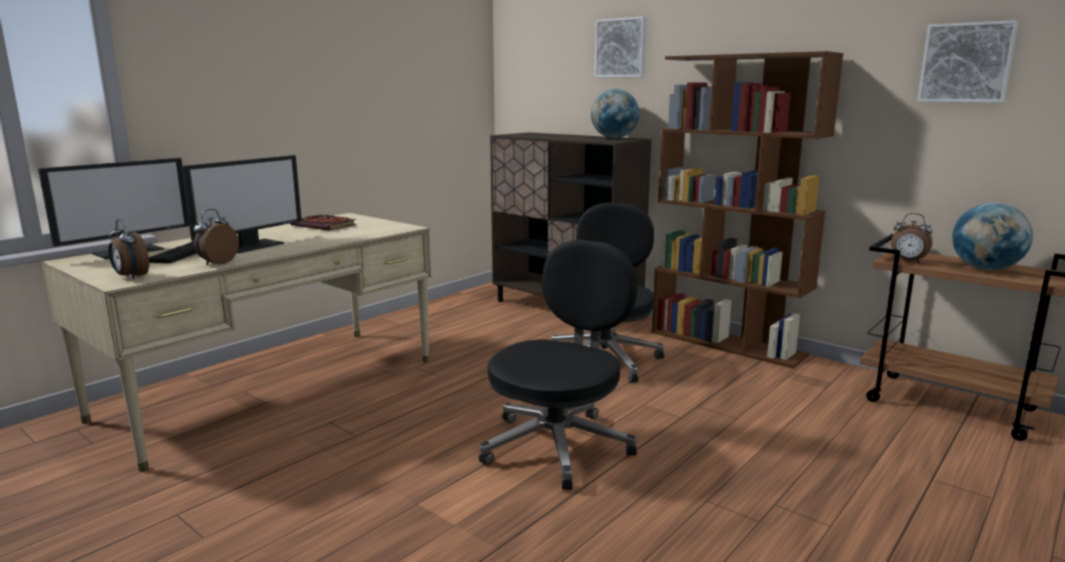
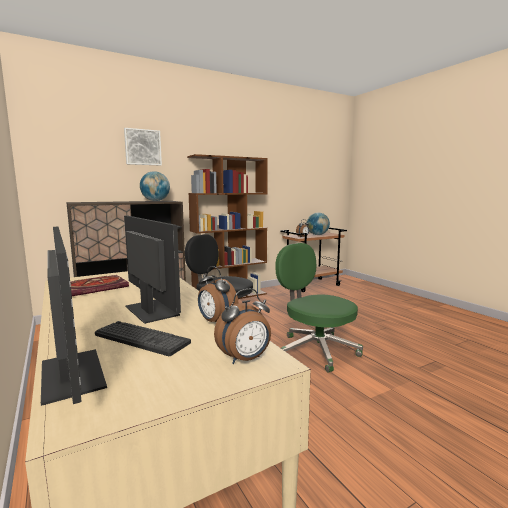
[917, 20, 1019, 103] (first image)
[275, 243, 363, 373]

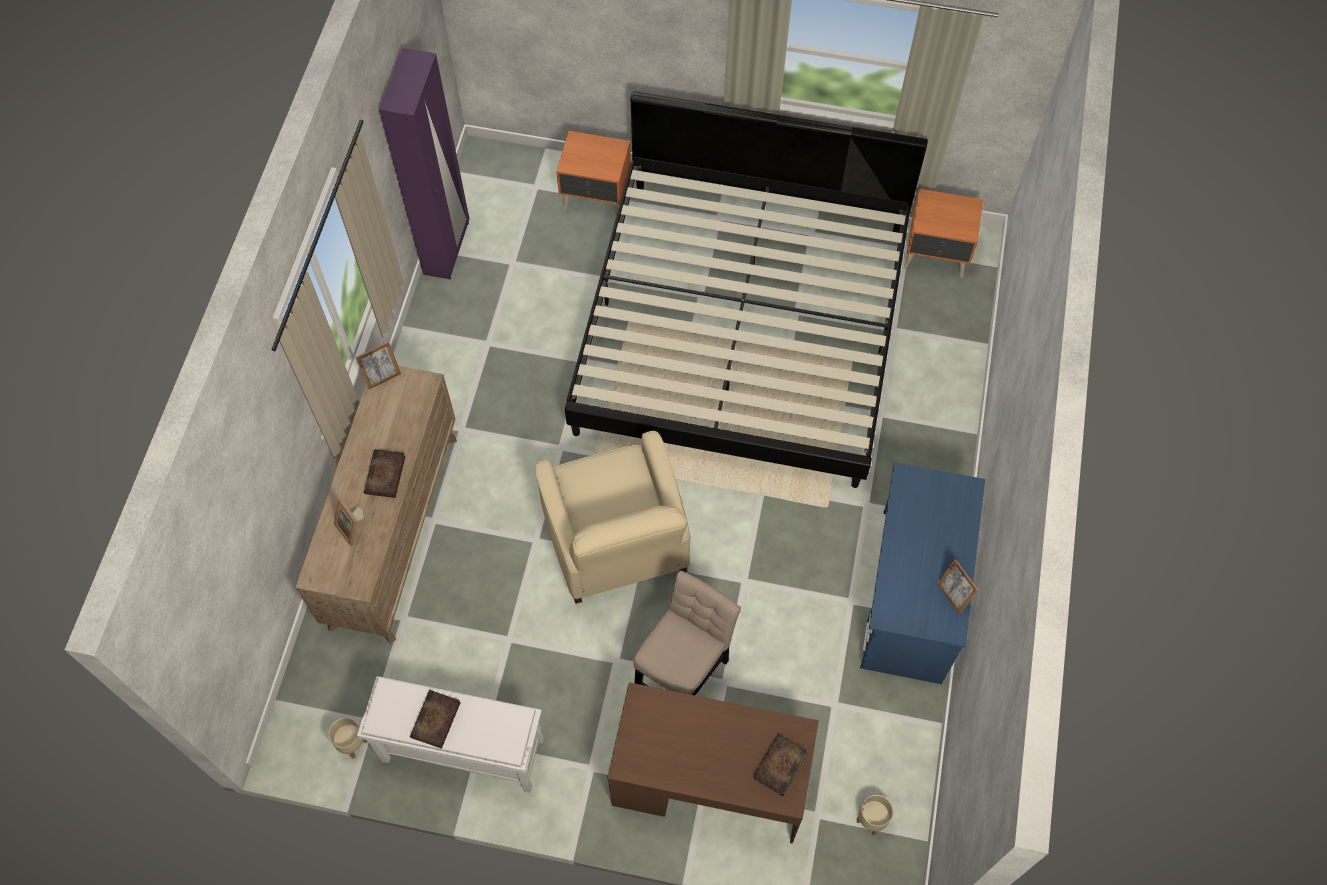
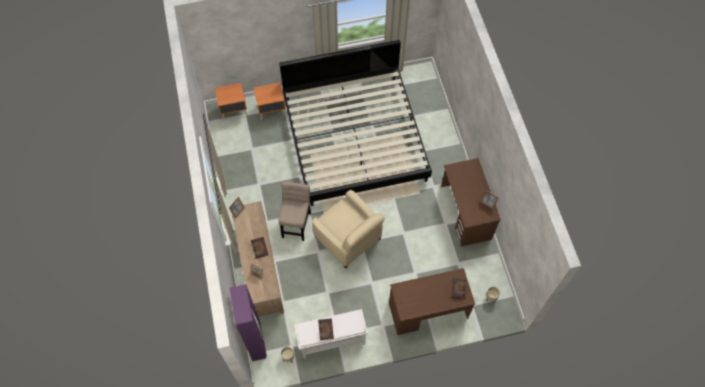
[230, 284, 267, 361]
[215, 83, 247, 120]
[441, 158, 501, 246]
[278, 182, 311, 241]

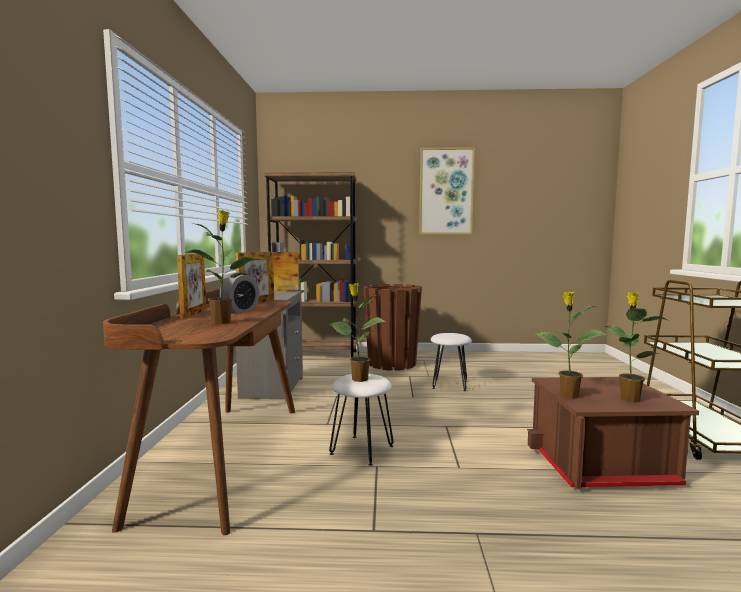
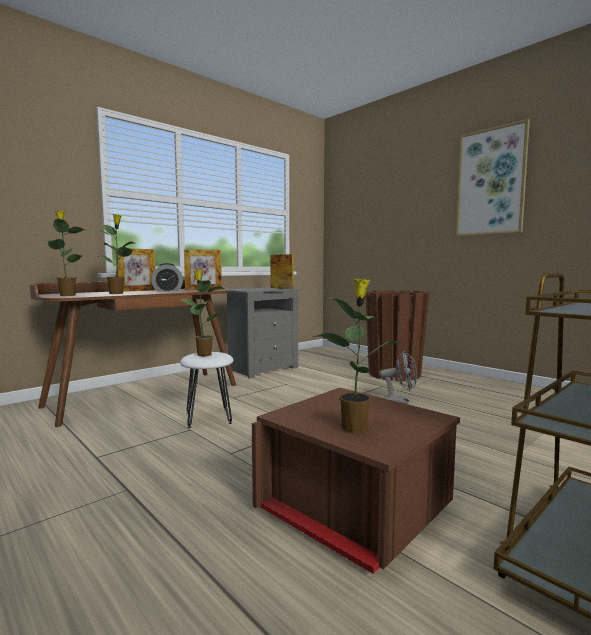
[264, 172, 357, 358] (first image)
[43, 210, 85, 296]
[379, 351, 417, 404]

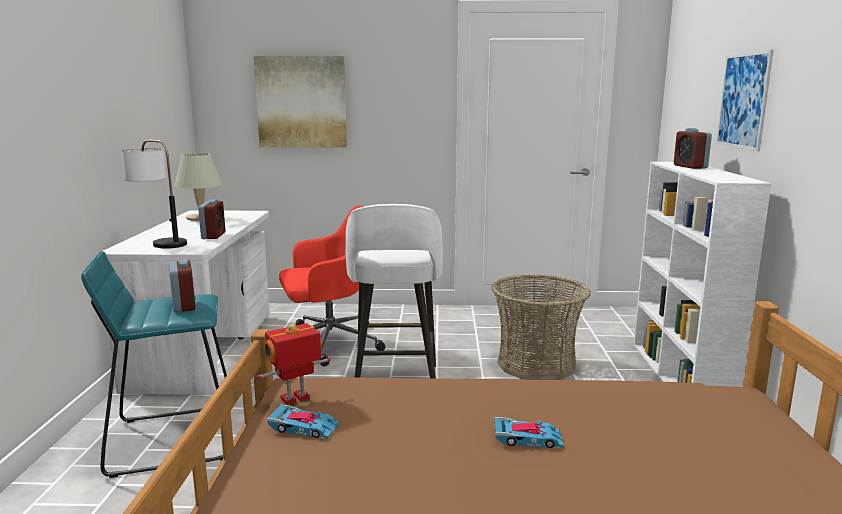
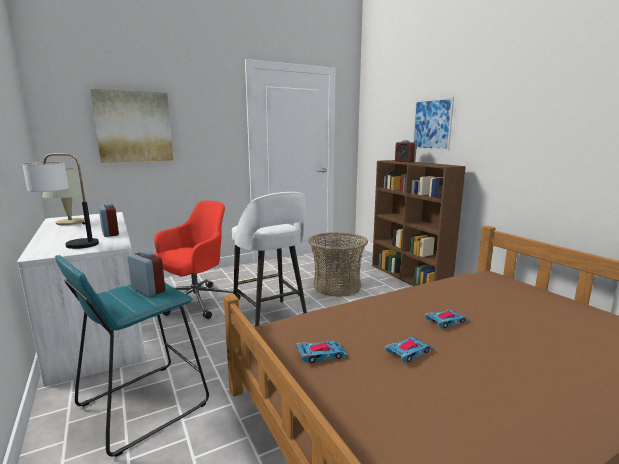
[372, 160, 466, 286]
[257, 323, 330, 405] (first image)
[385, 337, 433, 363]

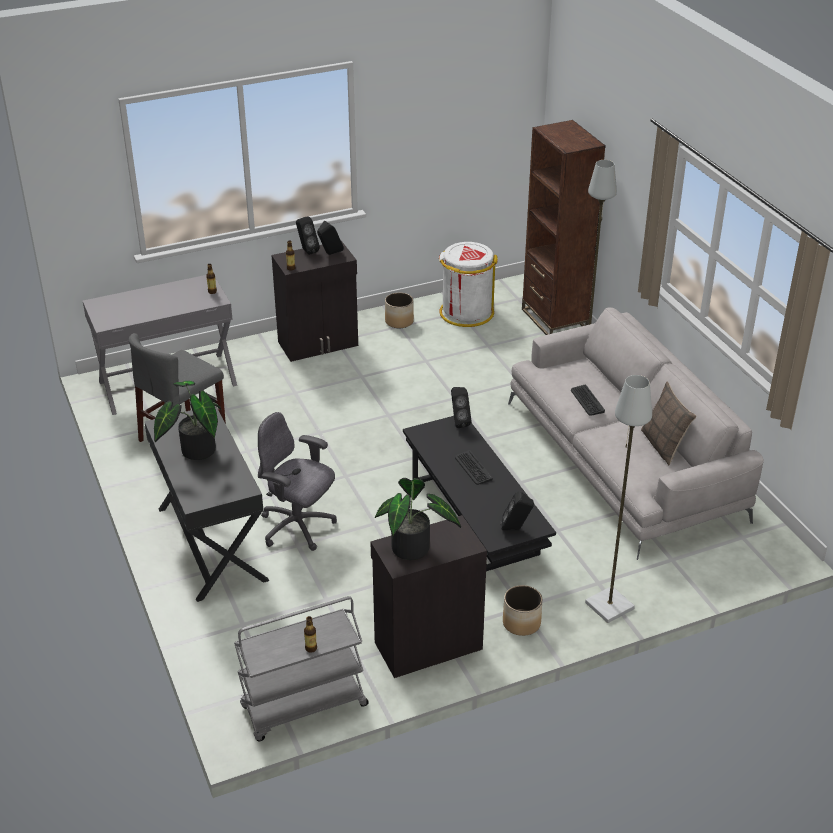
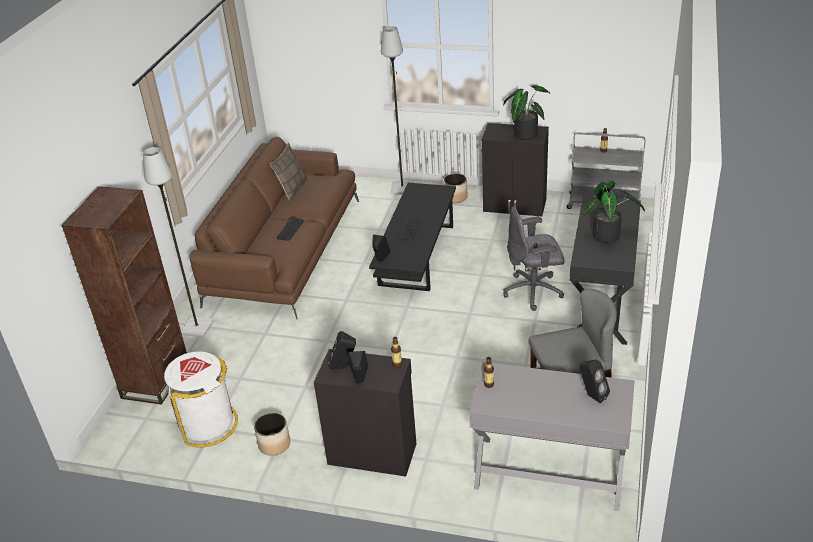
[189, 137, 359, 319]
[503, 206, 565, 311]
[579, 359, 610, 404]

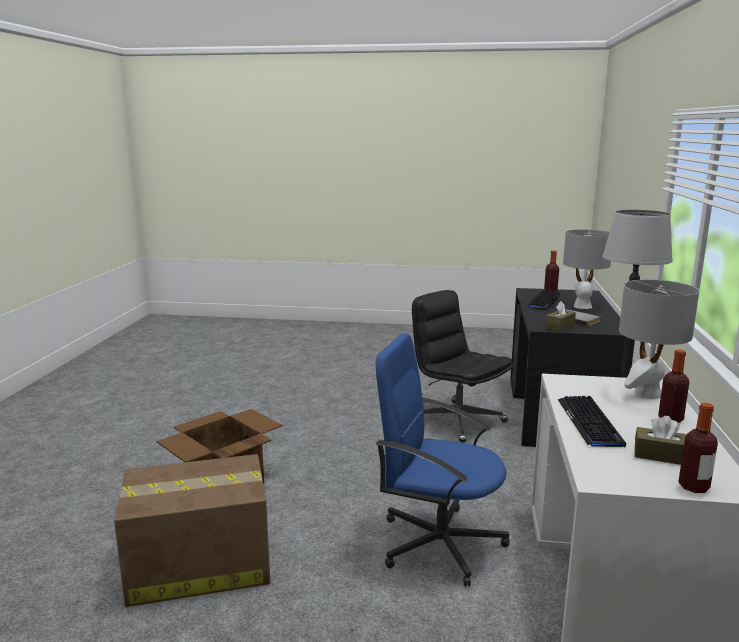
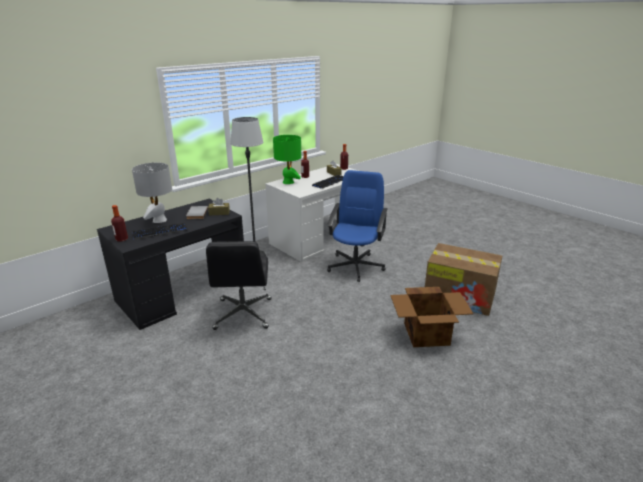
[273, 135, 301, 184]
[327, 170, 388, 282]

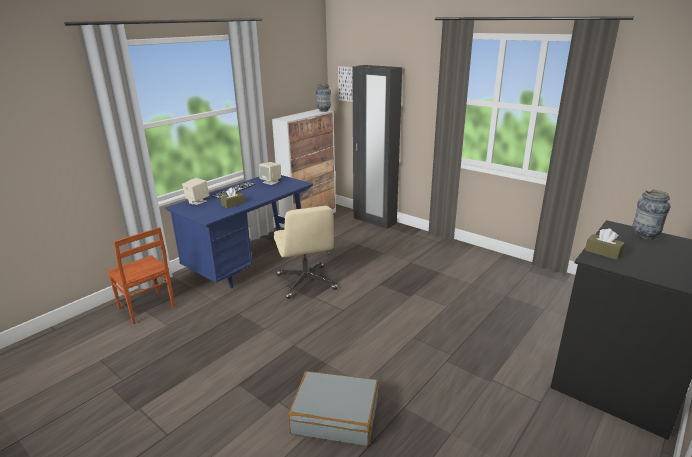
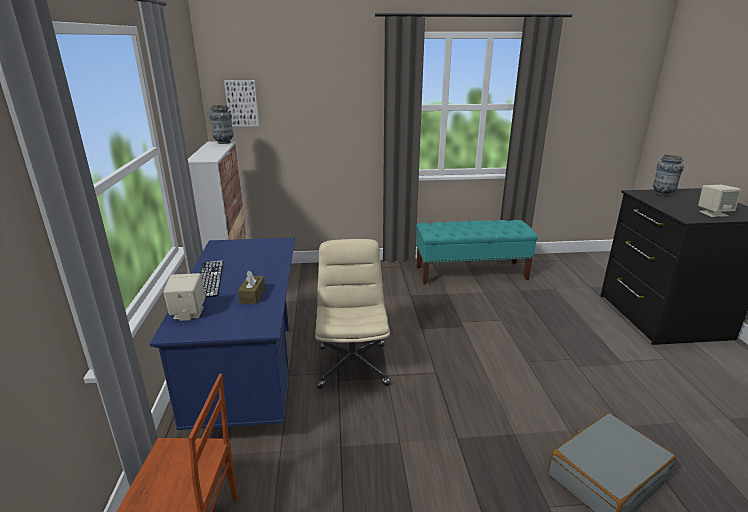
[352, 65, 402, 229] (first image)
[698, 185, 741, 217]
[315, 239, 390, 389]
[585, 228, 625, 260] (first image)
[416, 220, 538, 285]

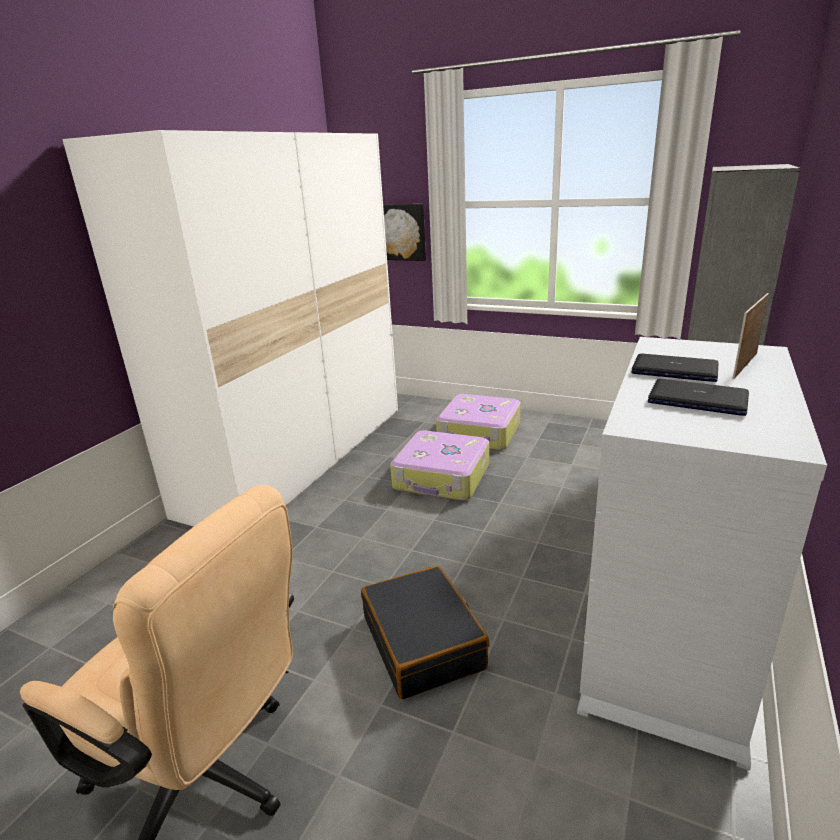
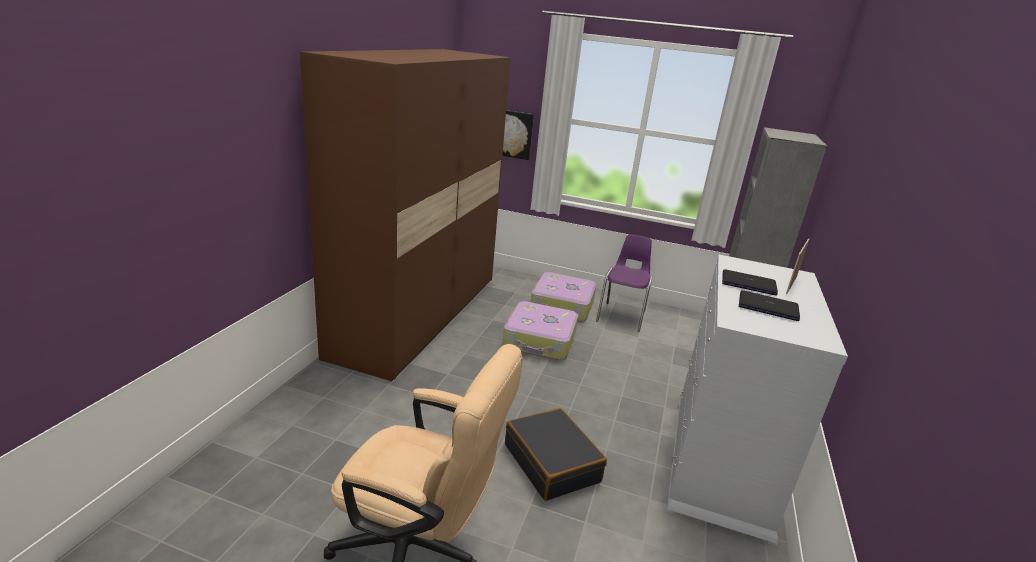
[300, 49, 511, 381]
[596, 235, 652, 332]

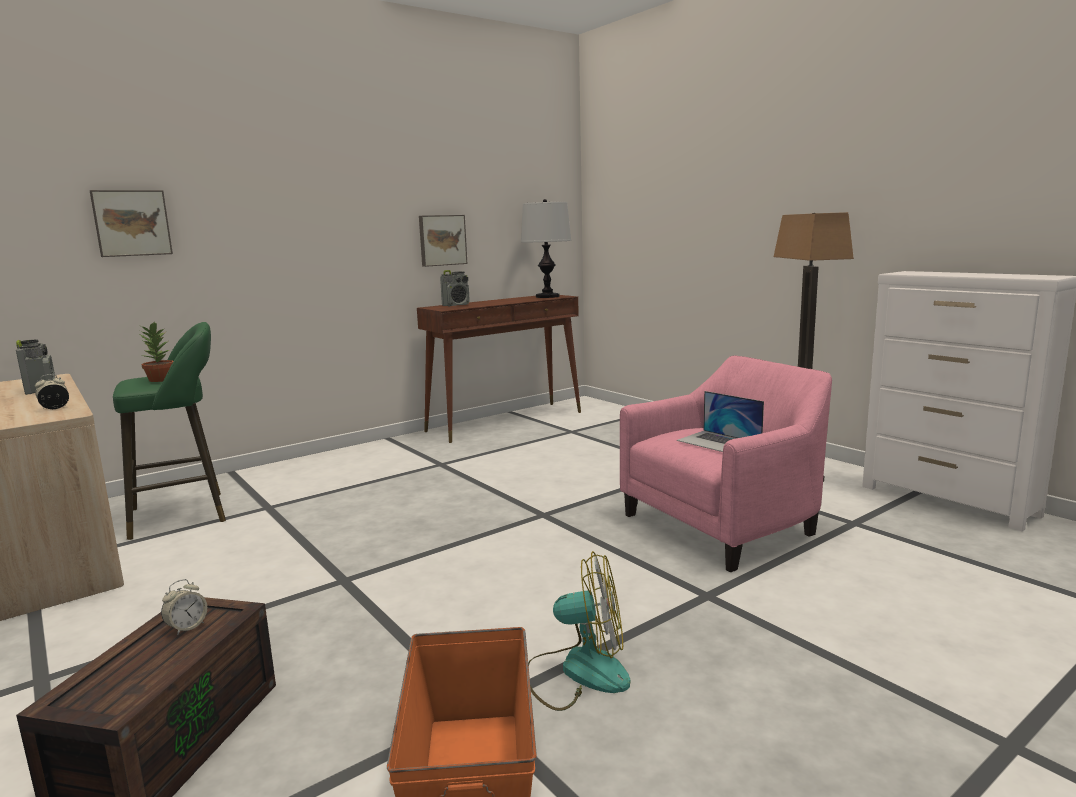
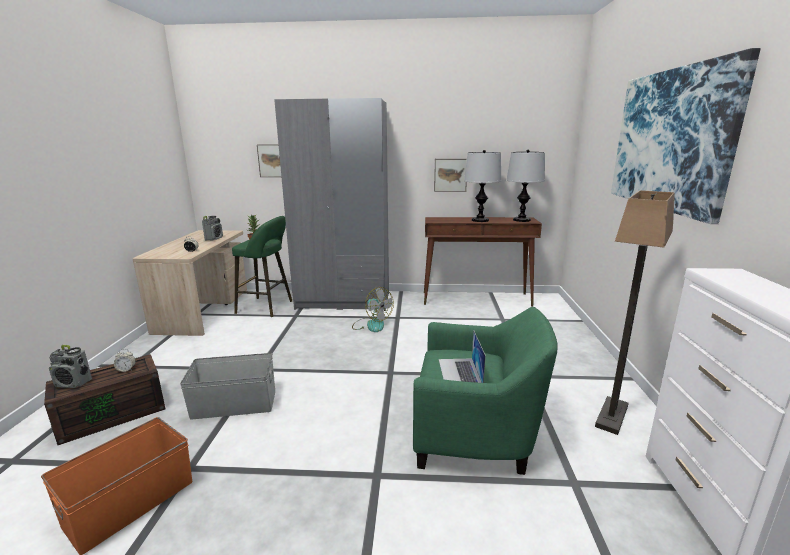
[49, 345, 92, 388]
[413, 307, 558, 475]
[352, 287, 394, 332]
[611, 48, 761, 224]
[274, 98, 389, 311]
[464, 150, 501, 222]
[180, 353, 275, 420]

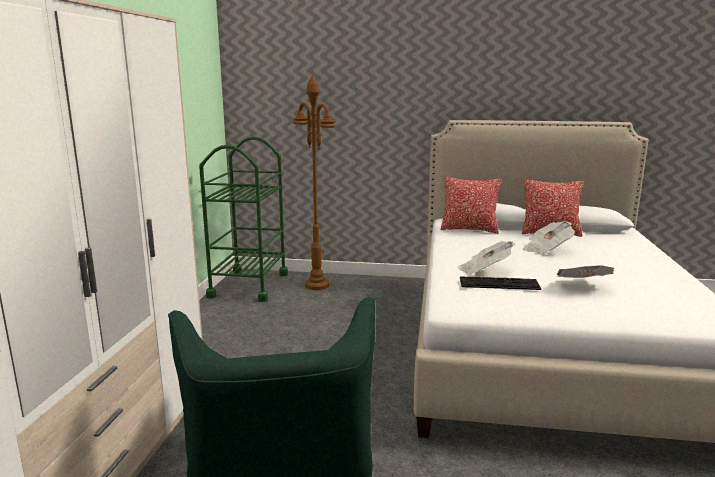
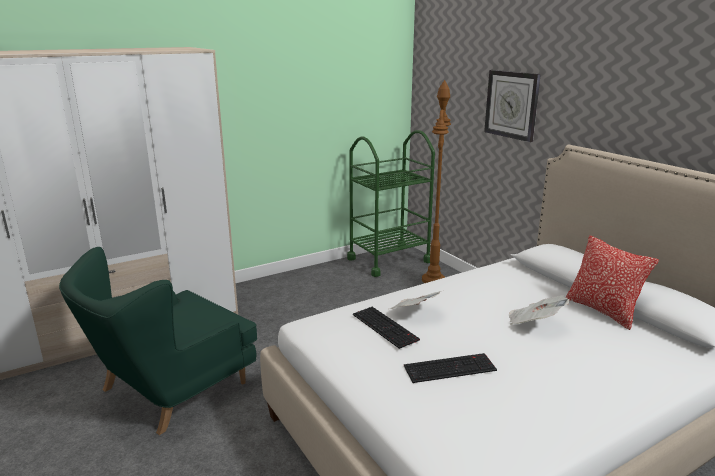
[441, 177, 502, 234] (first image)
[404, 353, 497, 383]
[484, 70, 541, 142]

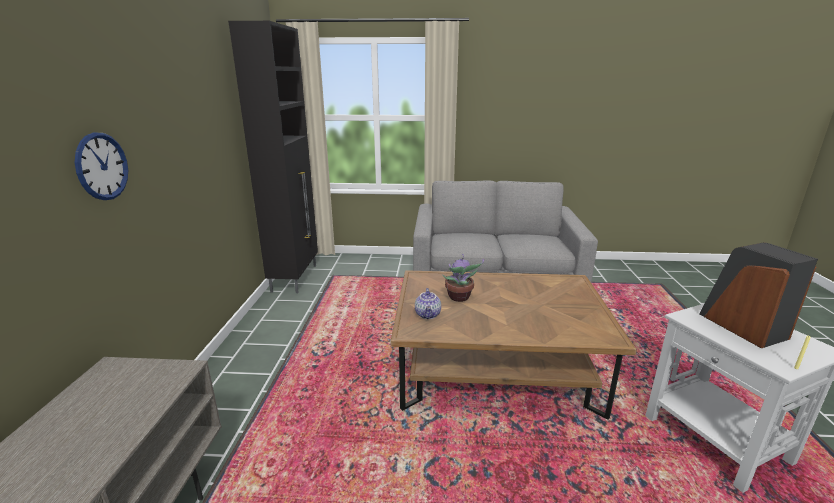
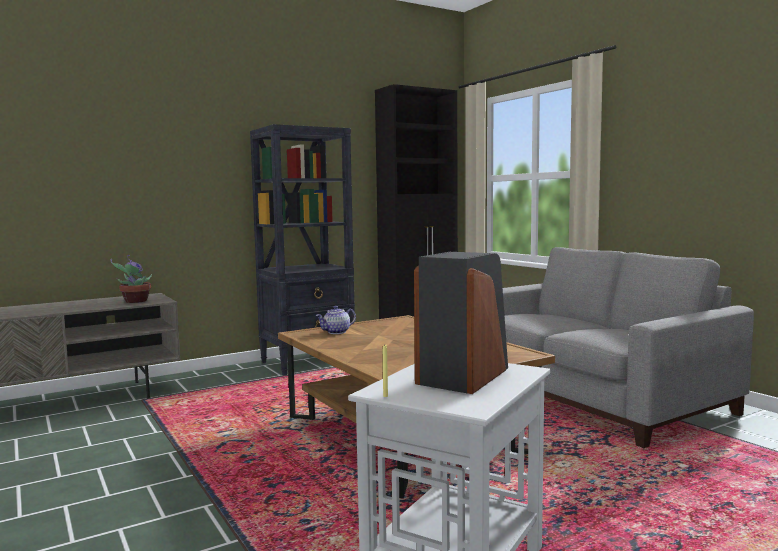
[75, 133, 128, 200] (first image)
[111, 255, 152, 303]
[250, 124, 355, 375]

